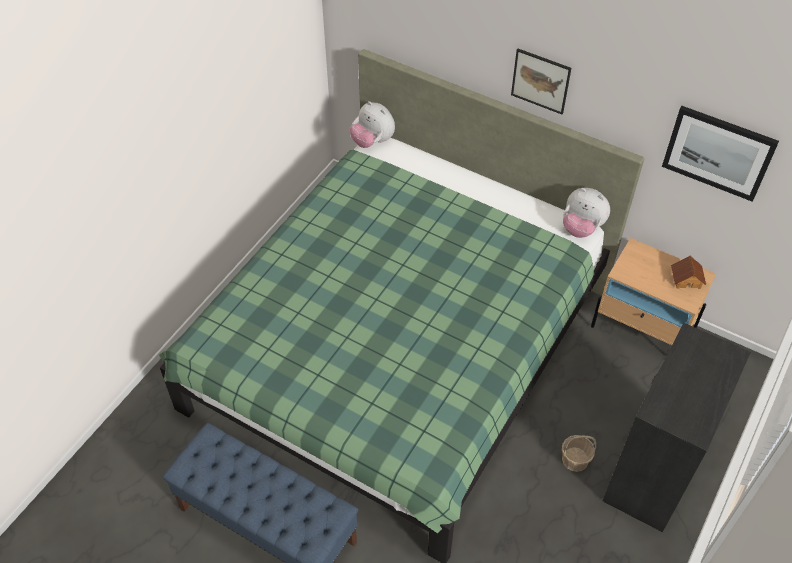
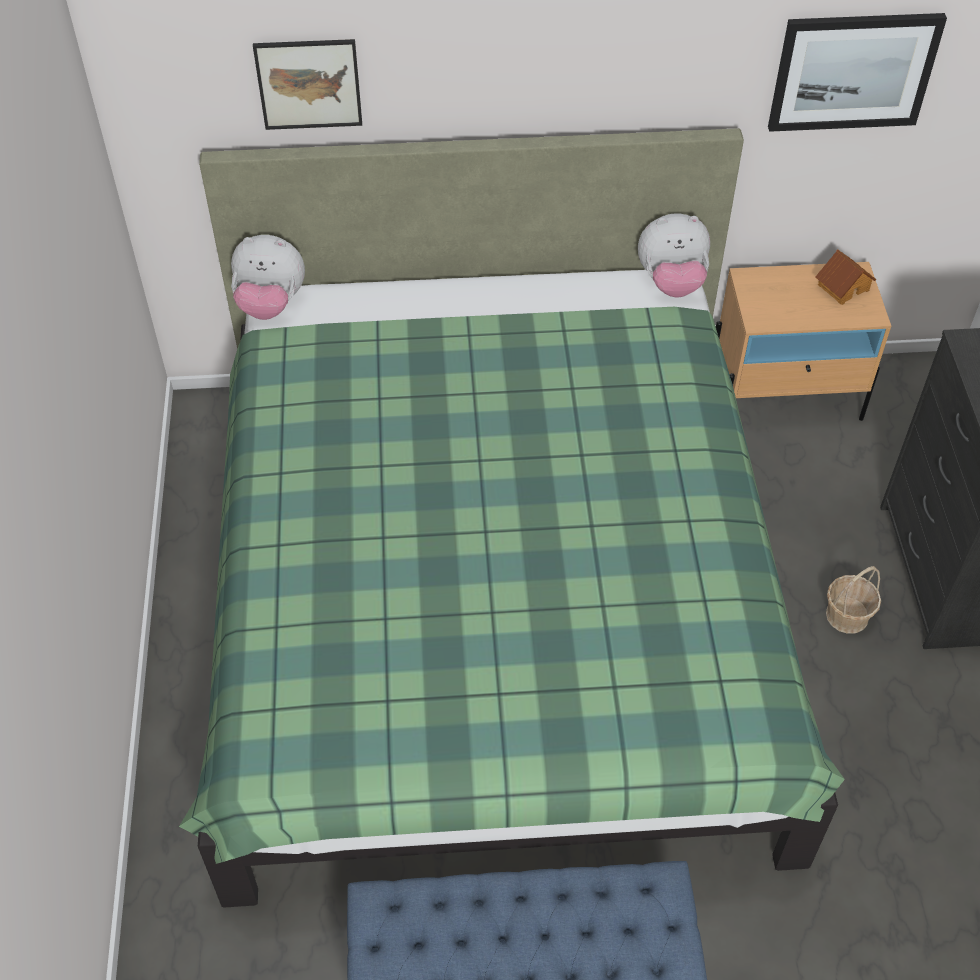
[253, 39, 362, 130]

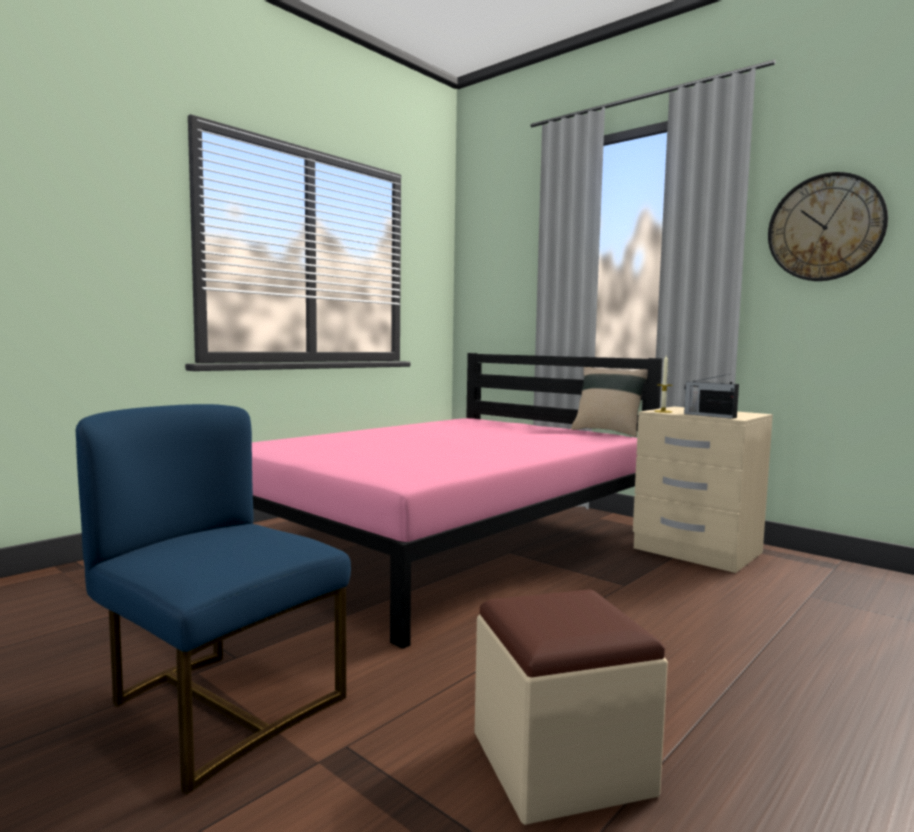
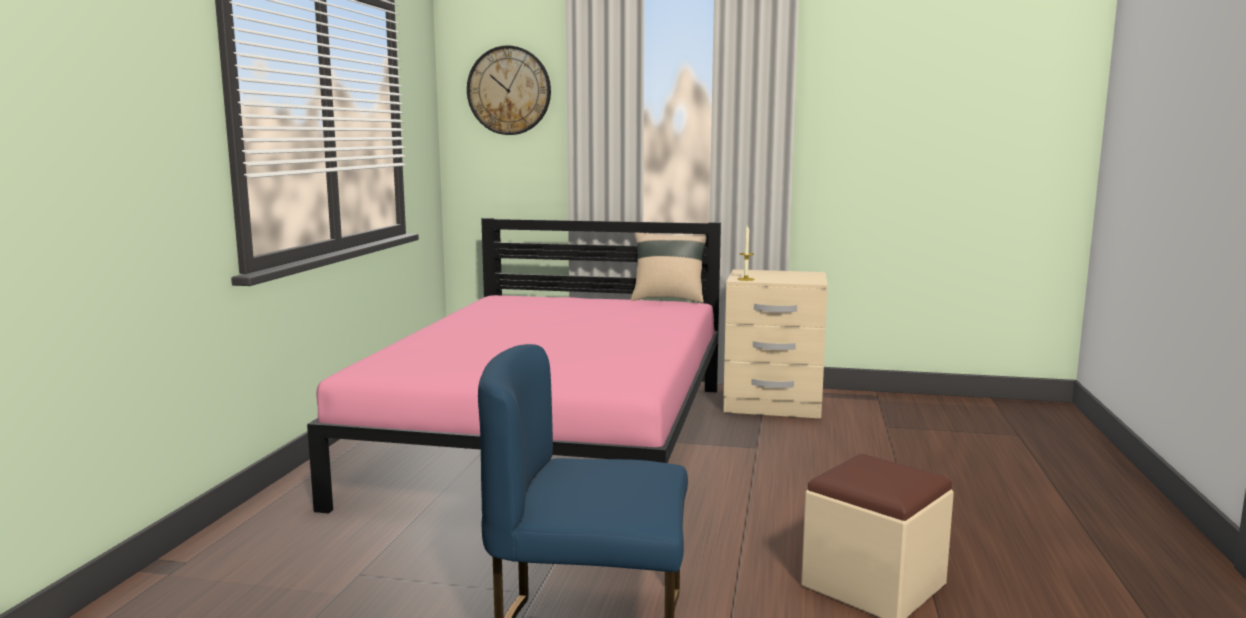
[467, 45, 551, 135]
[684, 374, 739, 419] (first image)

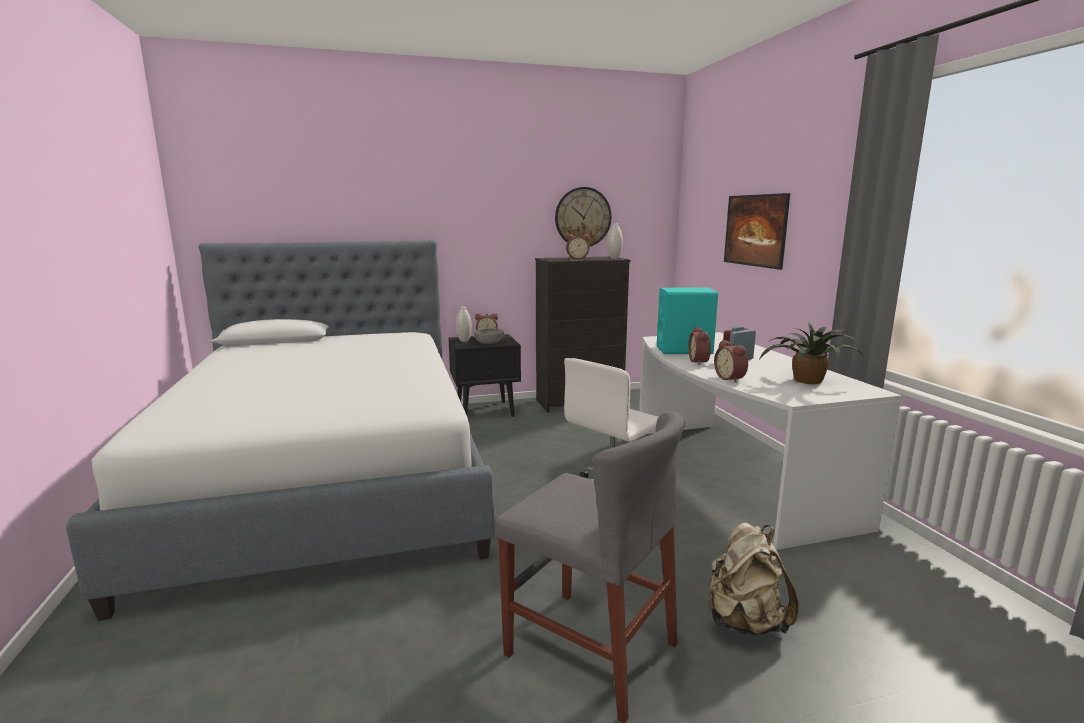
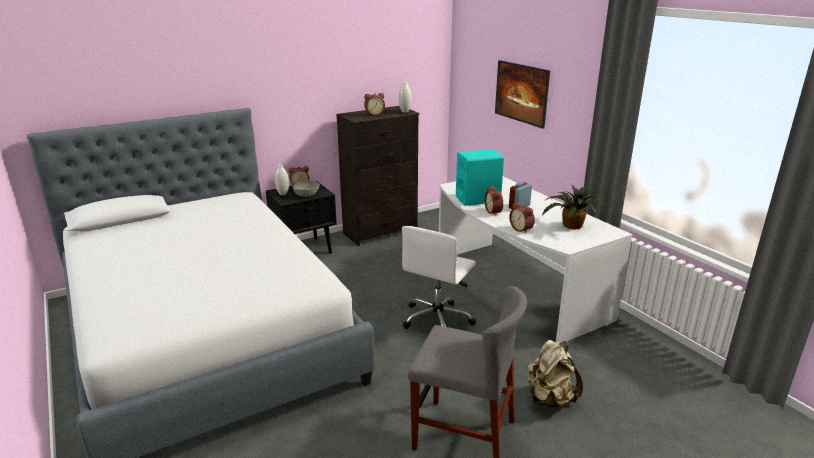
[555, 187, 611, 247] (first image)

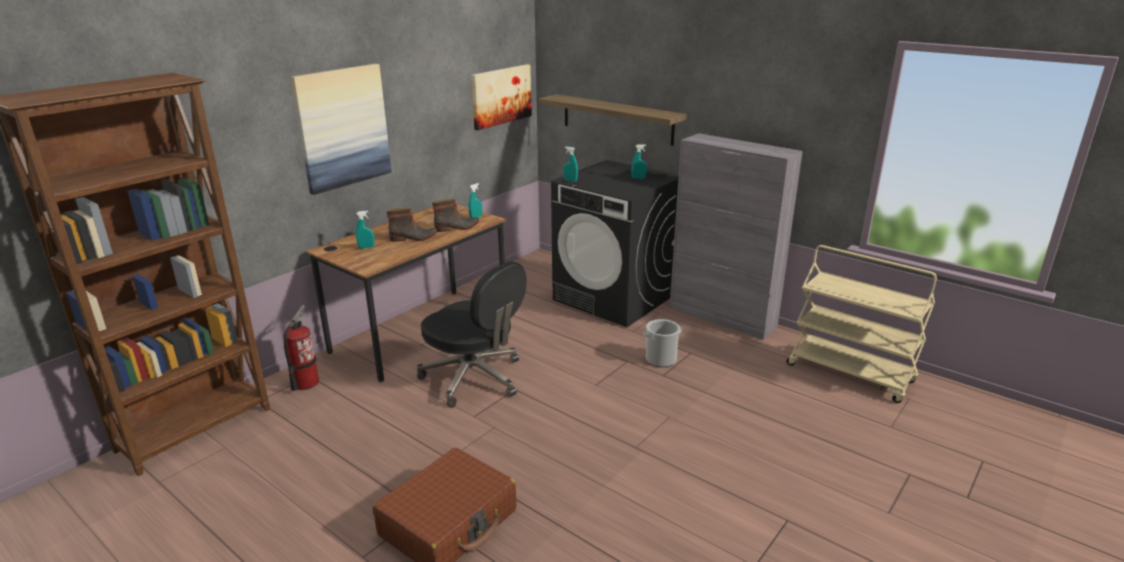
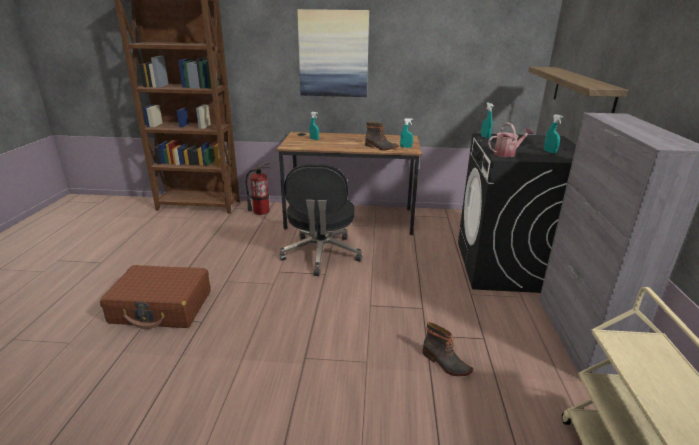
[471, 64, 532, 130] (first image)
[422, 322, 473, 376]
[644, 319, 682, 367] (first image)
[488, 123, 533, 157]

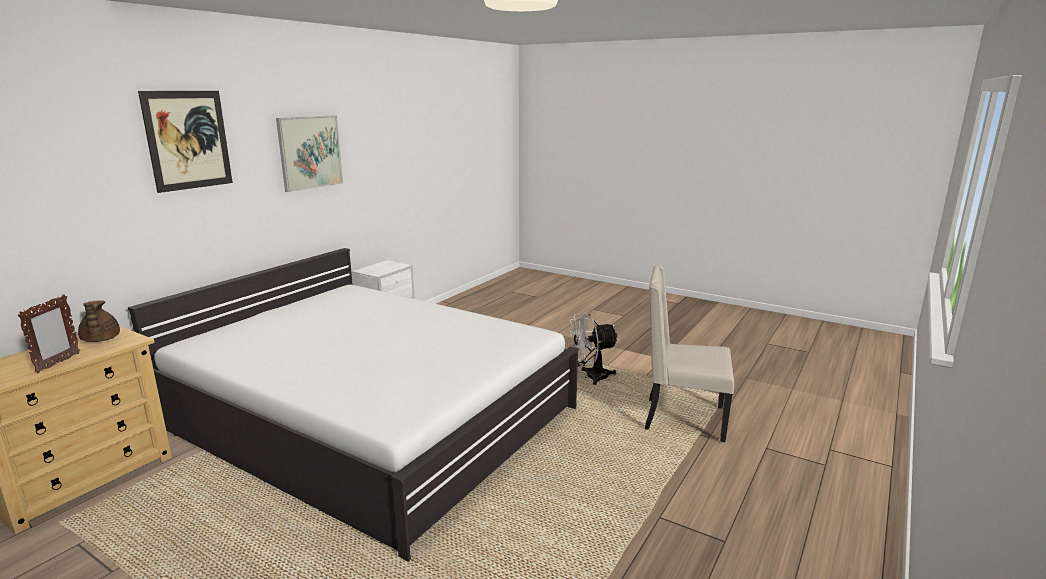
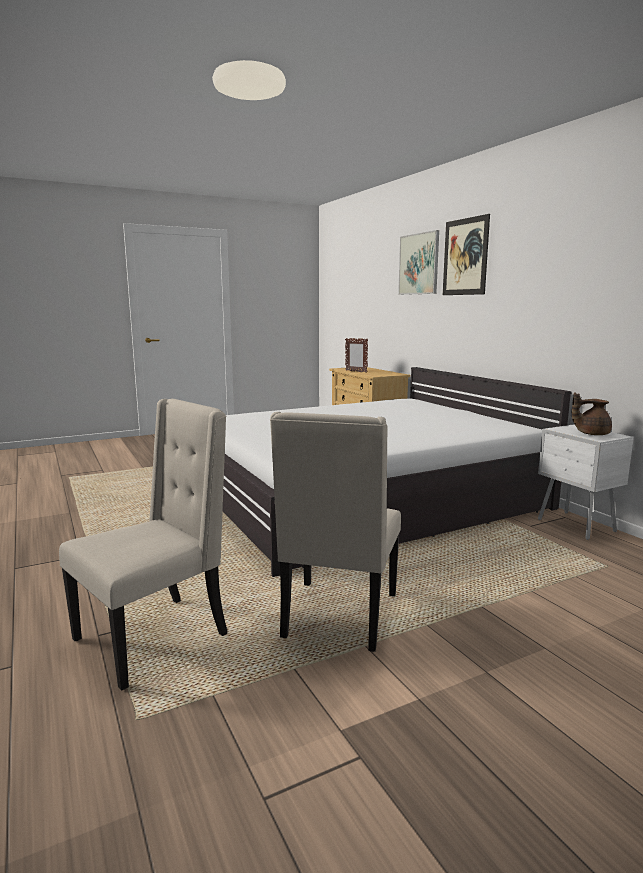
[398, 230, 439, 295]
[572, 393, 612, 435]
[270, 412, 401, 652]

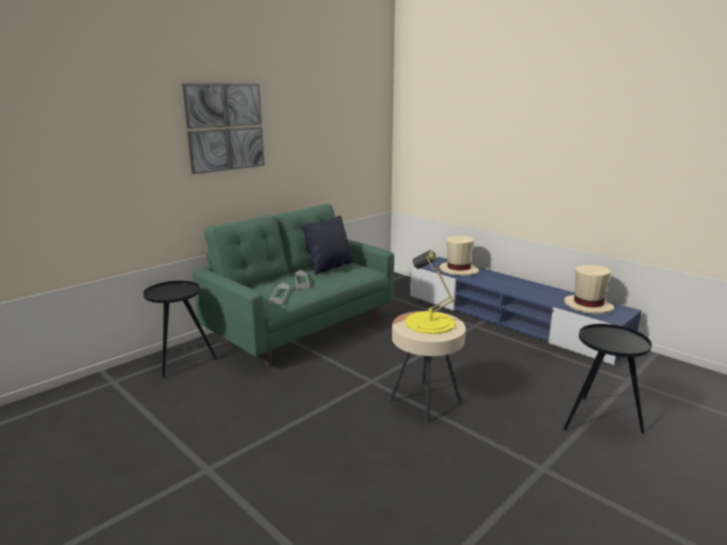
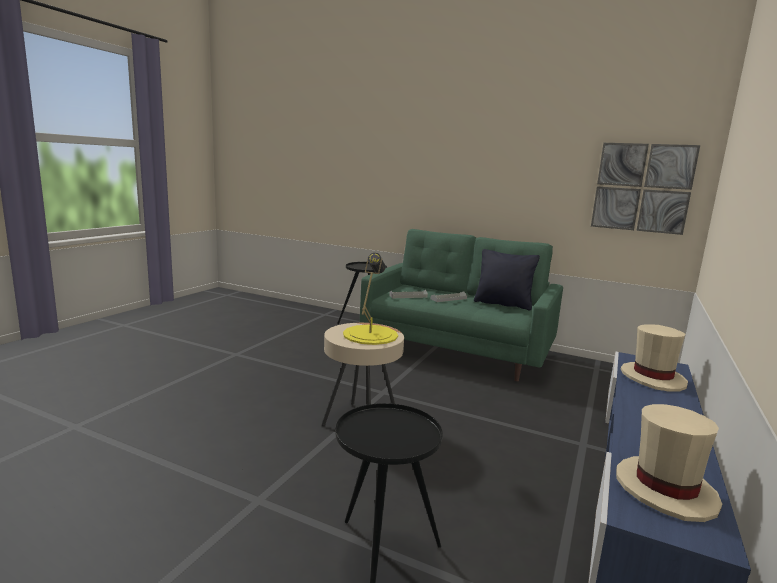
[591, 143, 700, 235]

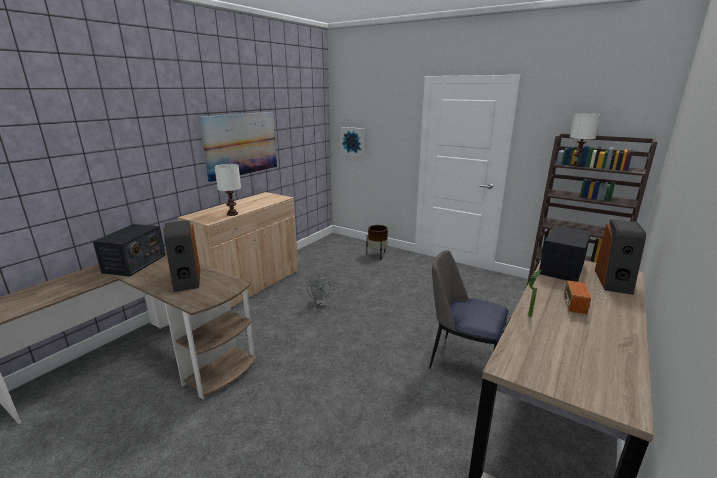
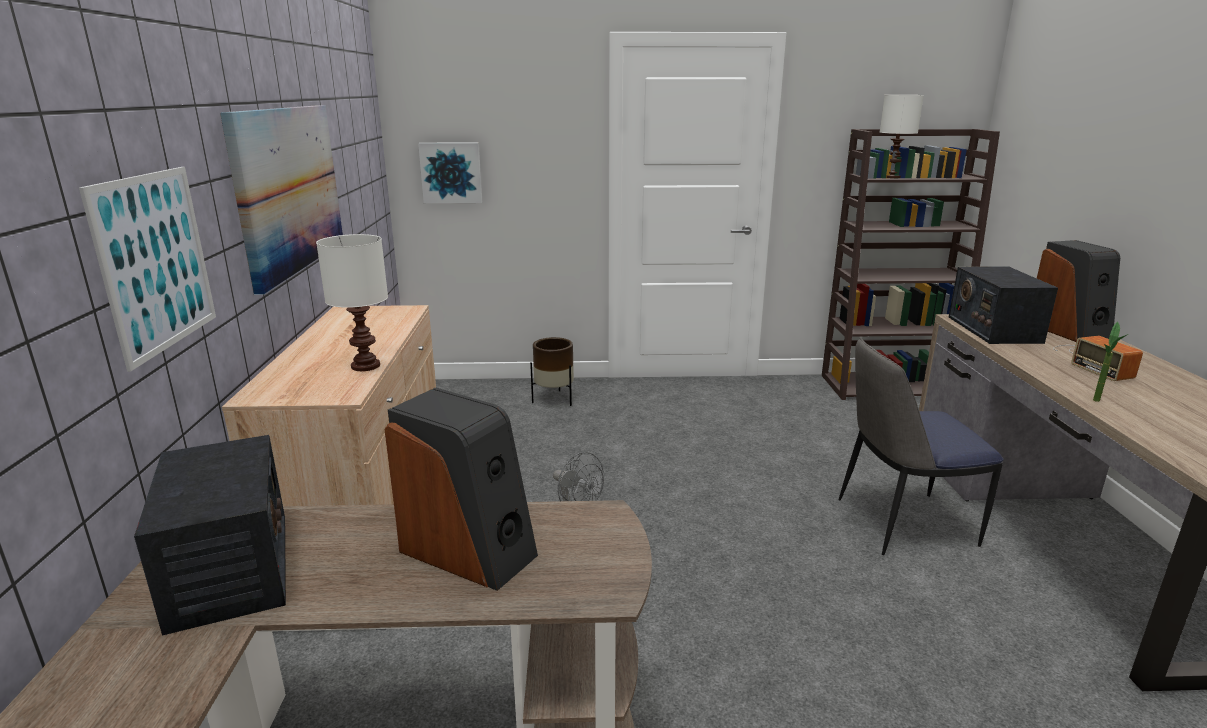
[79, 167, 216, 372]

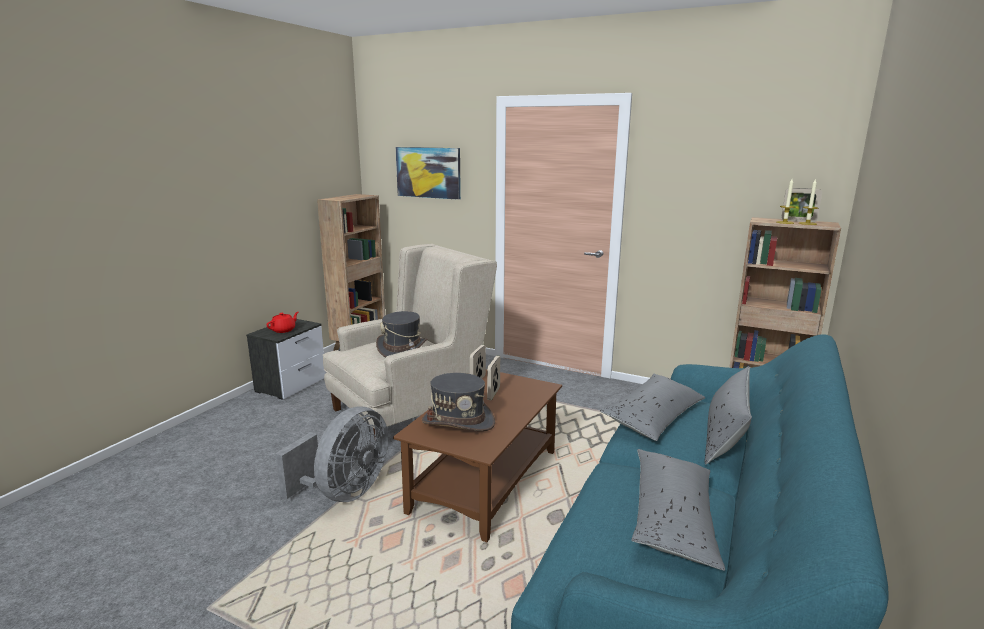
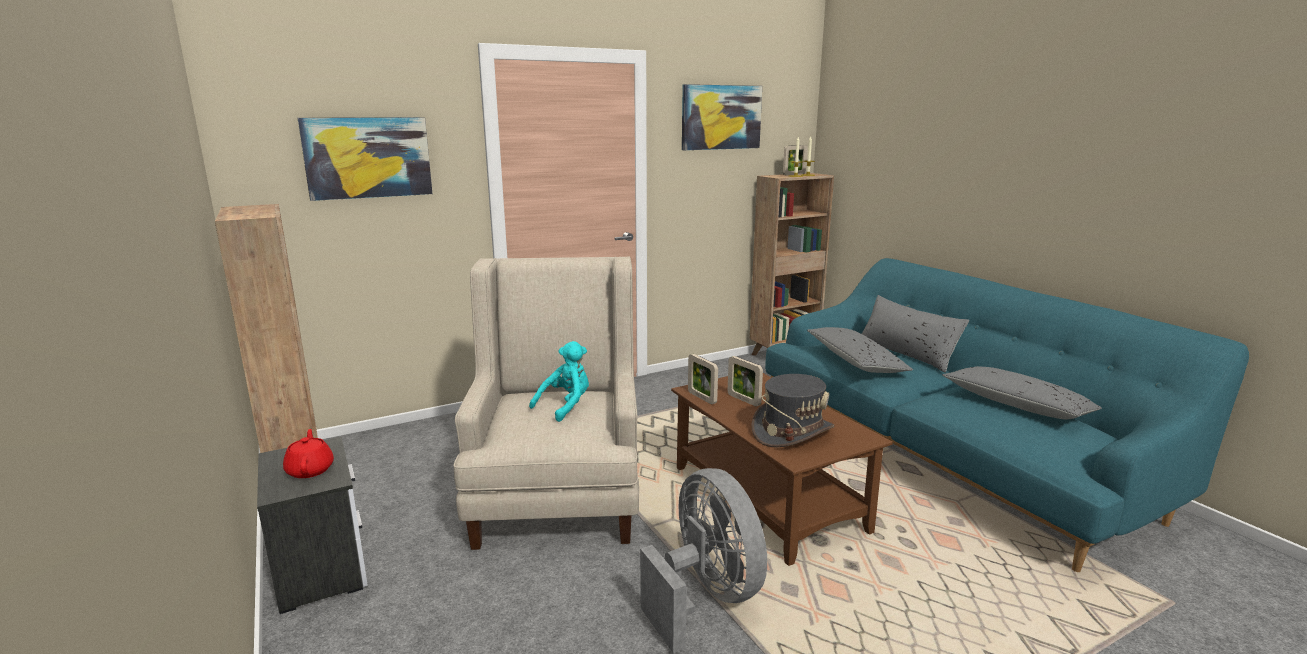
[529, 341, 589, 422]
[682, 84, 762, 150]

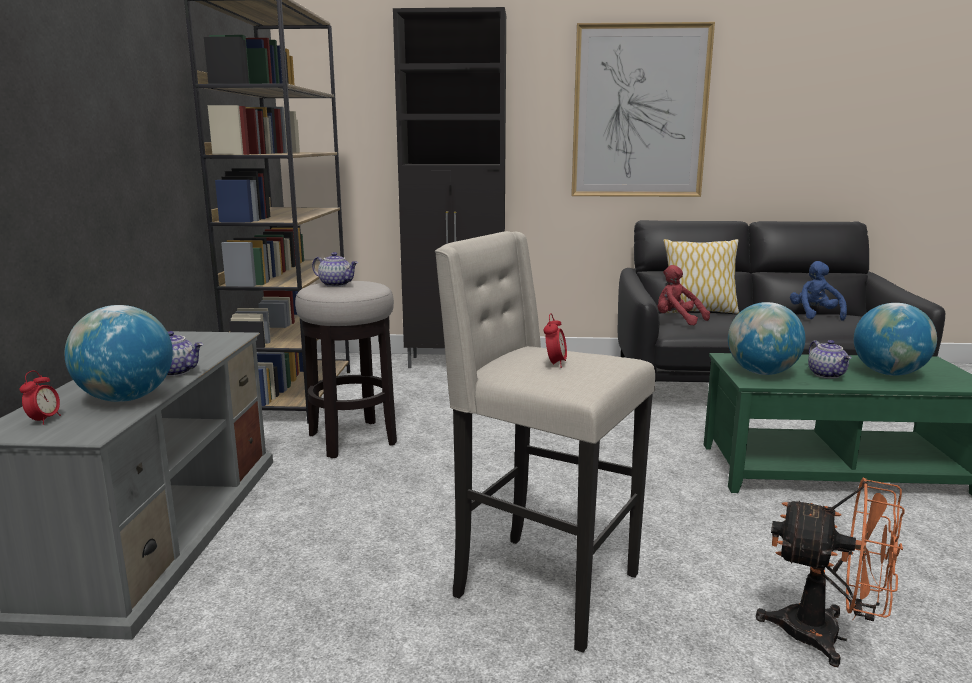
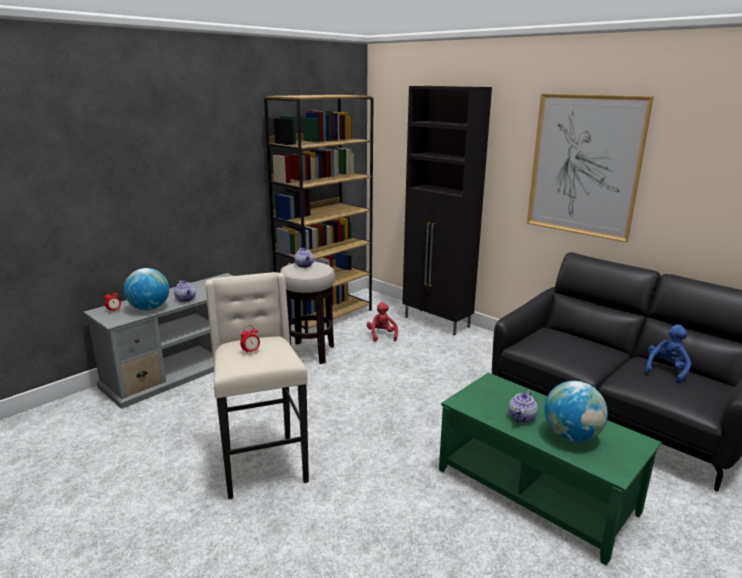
[663, 239, 739, 314] (first image)
[367, 302, 398, 342]
[728, 302, 805, 375] (first image)
[756, 478, 905, 667] (first image)

